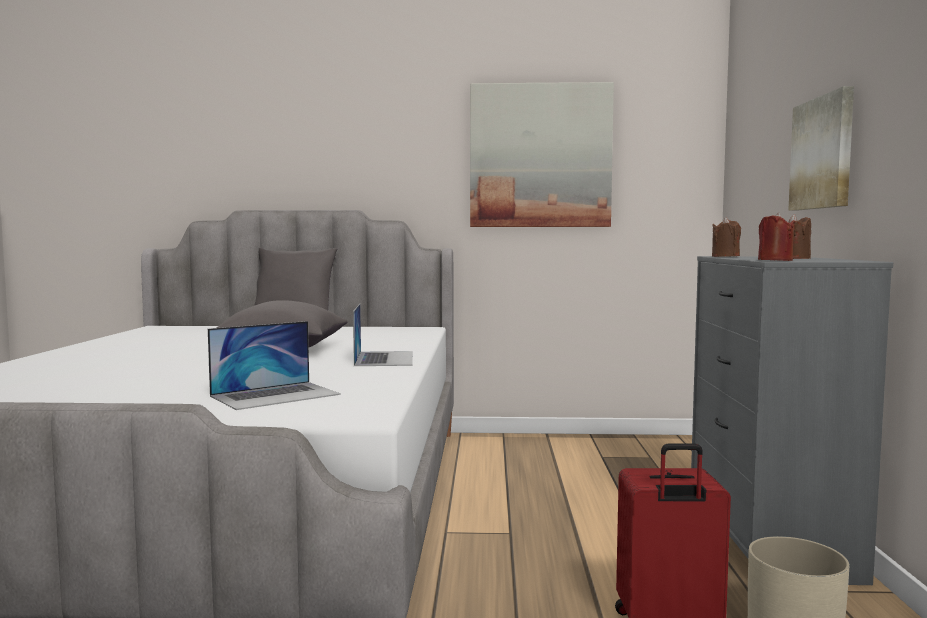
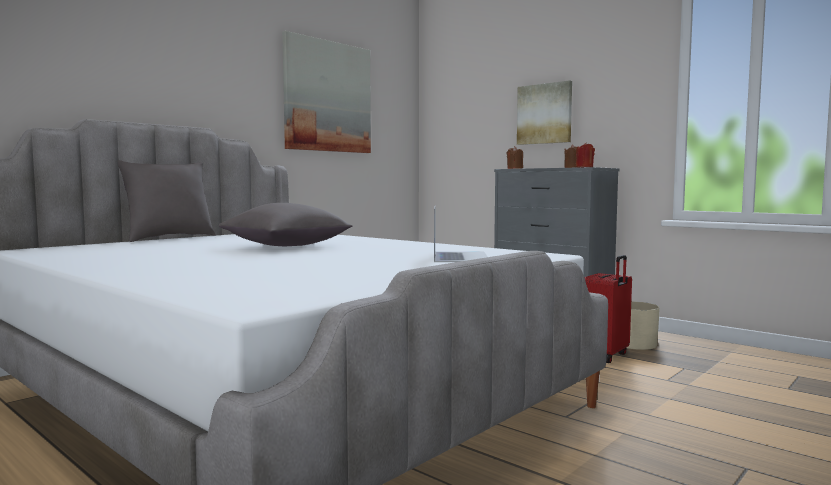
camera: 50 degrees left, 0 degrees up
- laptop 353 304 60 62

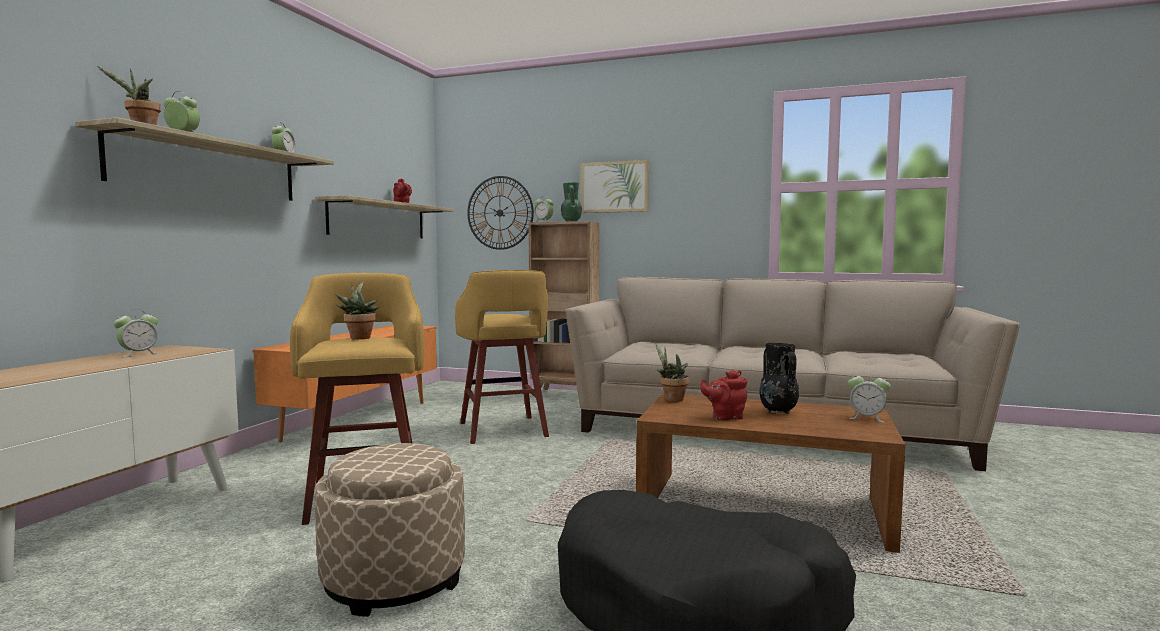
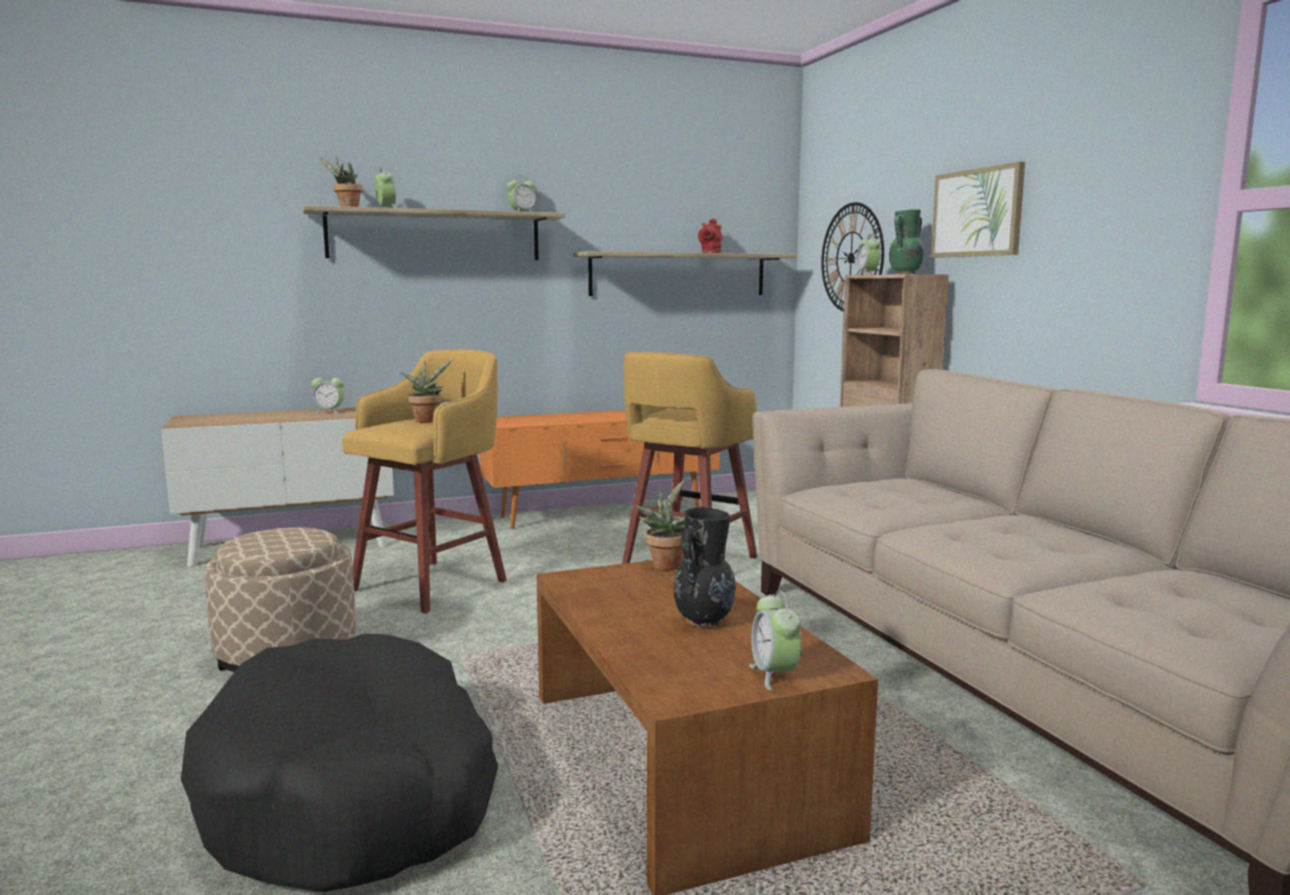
camera: 50 degrees right, 5 degrees up
- red teapot 700 370 47 51

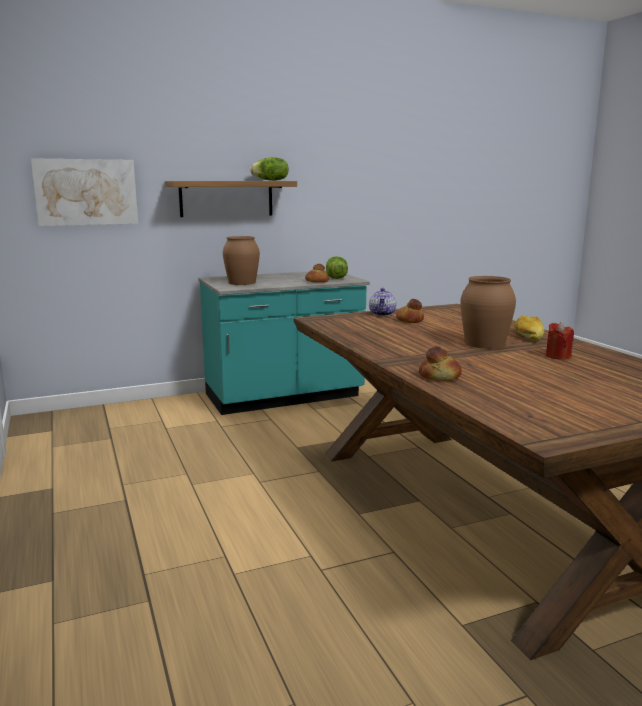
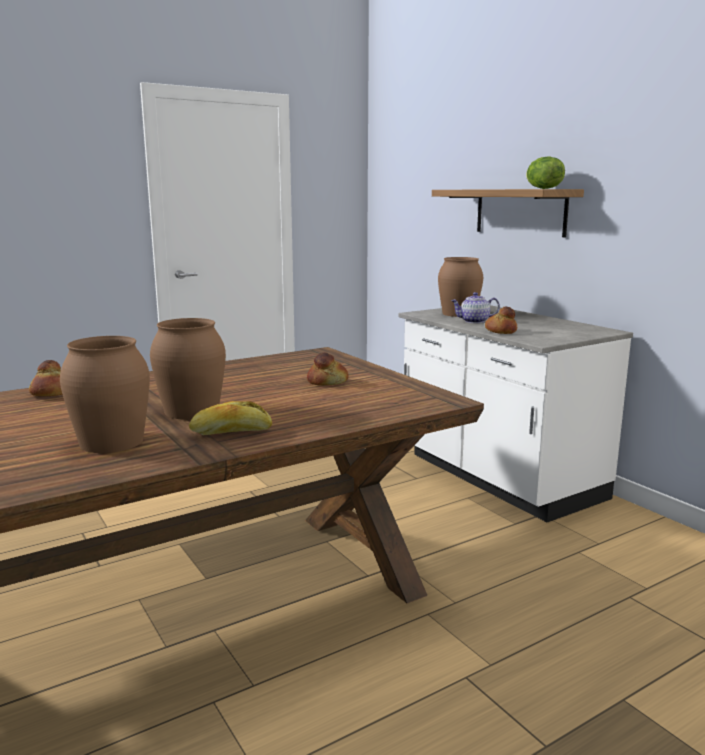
camera: 80 degrees right, 0 degrees up
- picture 31 158 107 68
- lettuce 326 256 22 23
~ turquoise counter 198 270 172 145 to white counter 399 305 234 217
~ teapot 369 288 27 28 to 451 292 49 31
~ red candle 546 322 28 38 to brown vase 60 336 90 117

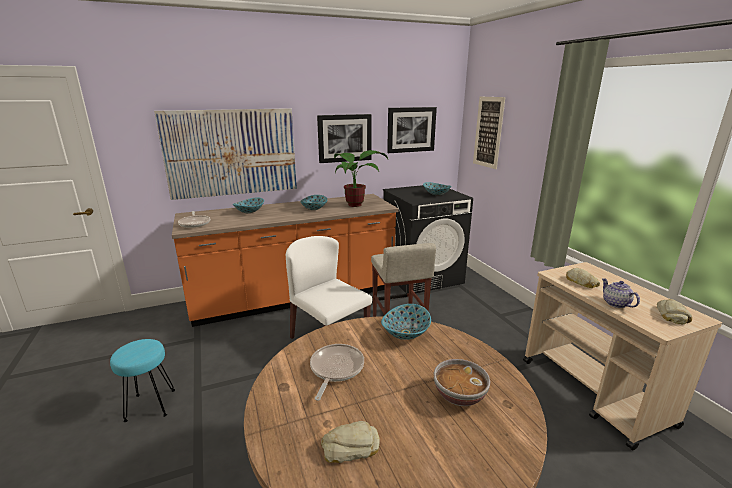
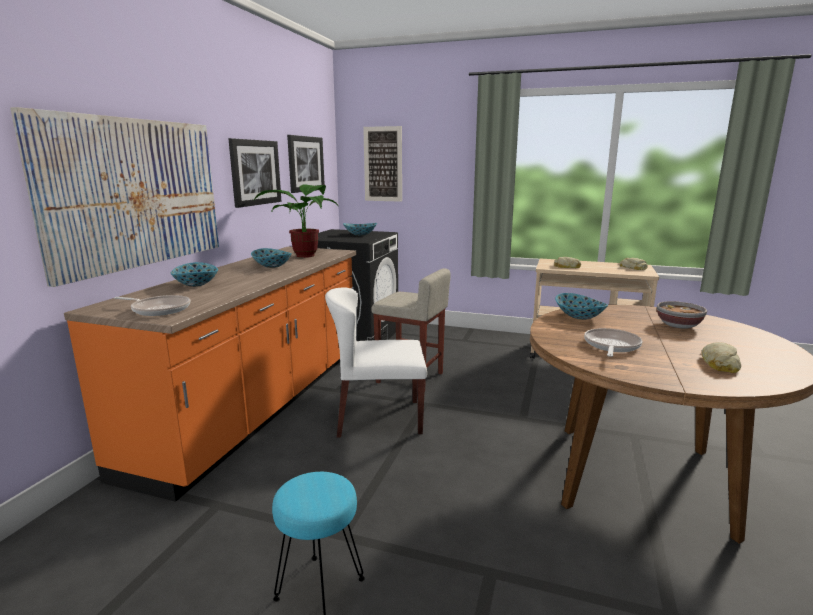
camera: 50 degrees left, 5 degrees down
- teapot 602 278 38 30
~ frying pan 310 344 54 57 = 584 328 59 29 60 degrees clockwise

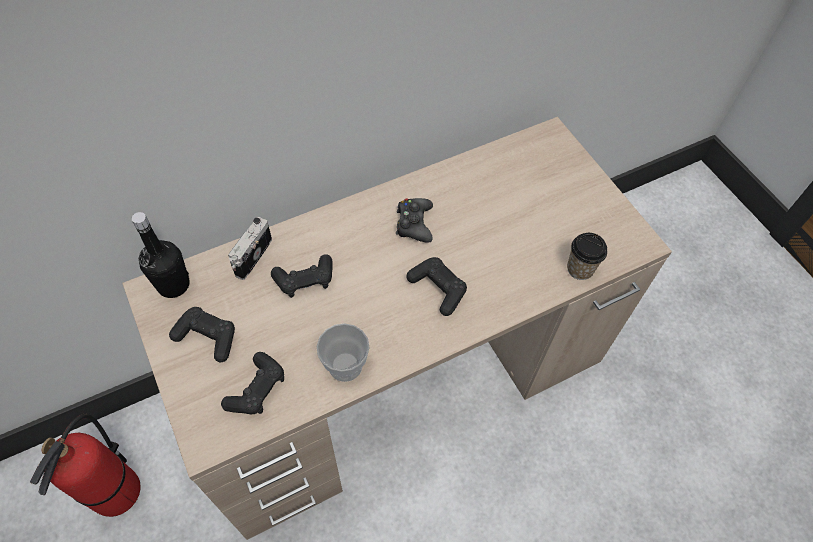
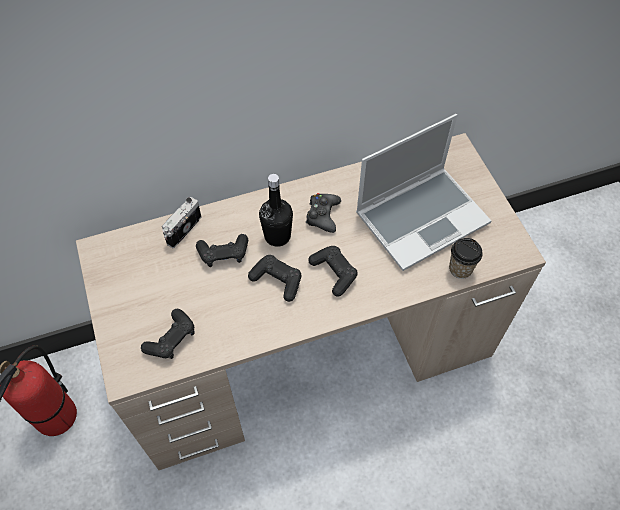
camera: 10 degrees right, 0 degrees up
~ black bottle 132 212 58 86 to 259 174 34 73
~ black game controller 169 307 66 55 to 248 255 53 47
- cup 316 323 54 59
+ laptop 356 114 135 157

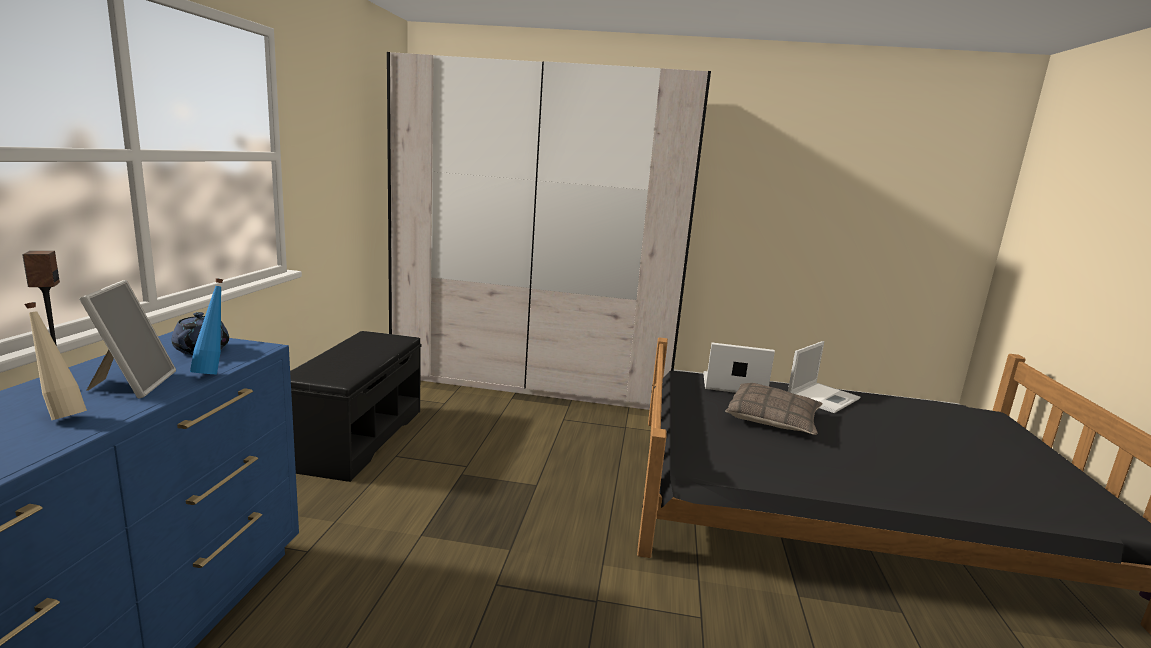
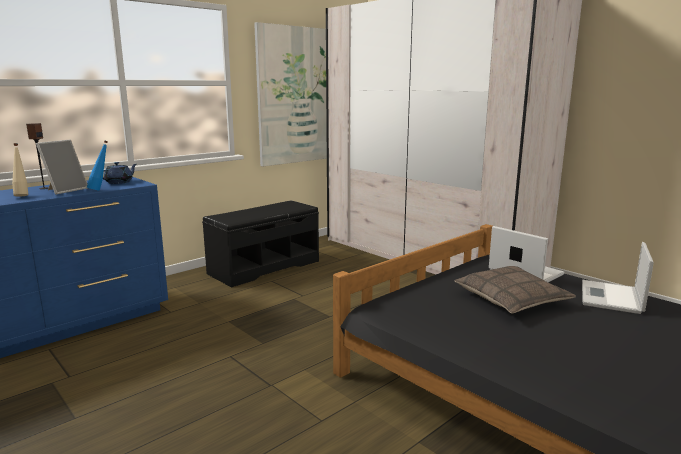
camera: 40 degrees right, 0 degrees up
~ laptop 788 341 72 72 = 582 242 72 72 120 degrees clockwise
+ picture 254 22 73 144

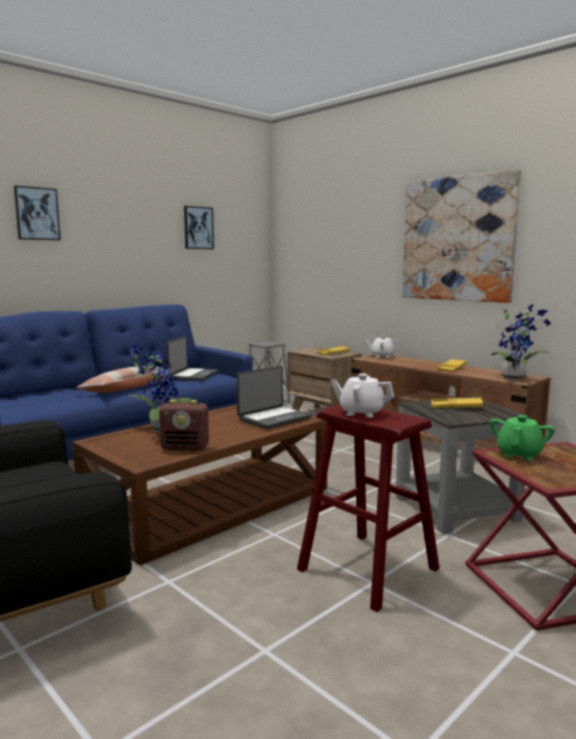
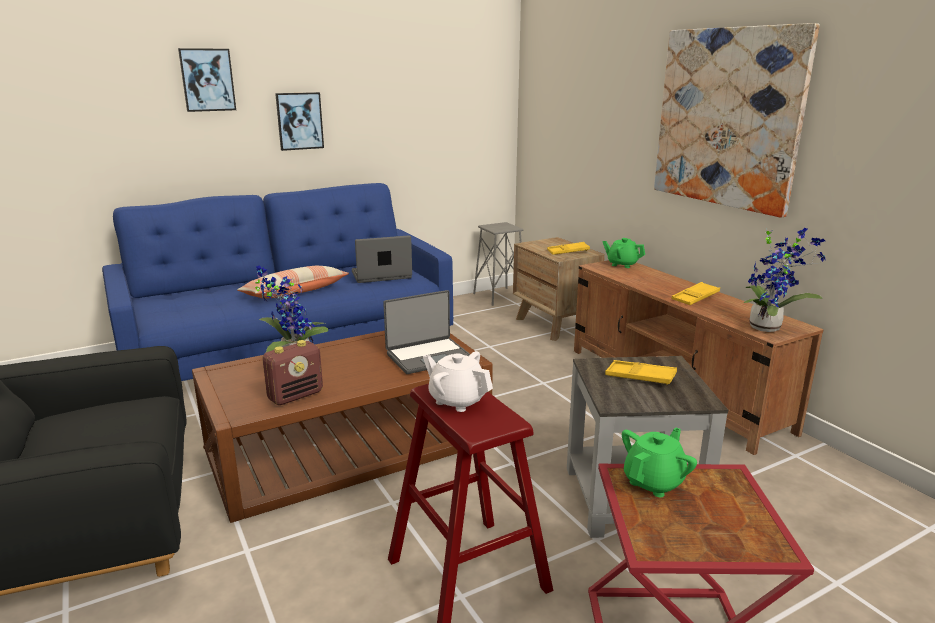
camera: 15 degrees right, 10 degrees up
~ picture 184 206 30 43 to 275 92 49 59
~ laptop 166 336 52 45 = 352 235 60 48 135 degrees counterclockwise
~ white teapot 366 336 34 22 to green teapot 603 238 42 30
~ radio 159 400 50 51 = 262 340 61 65 60 degrees counterclockwise

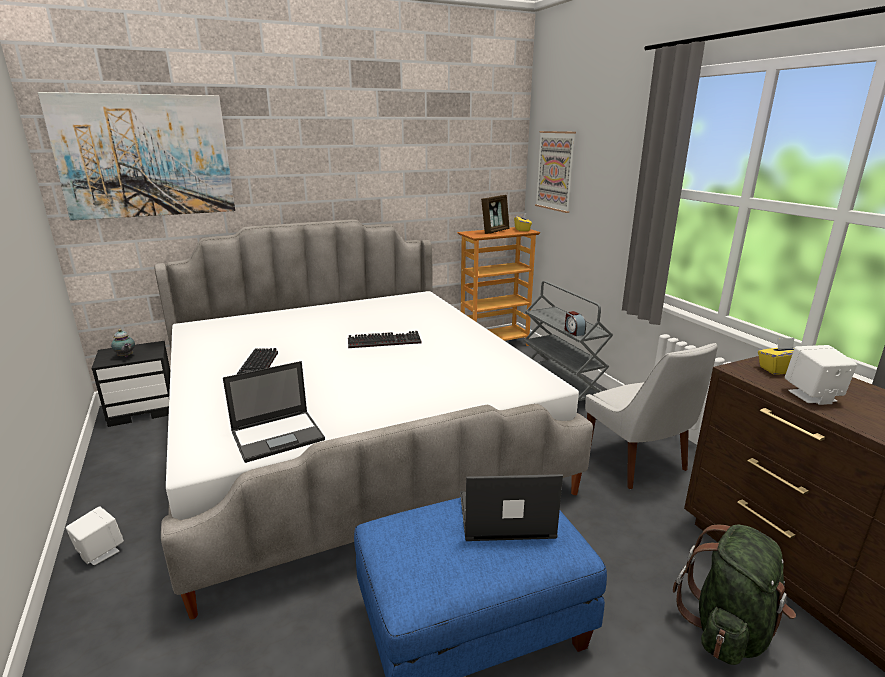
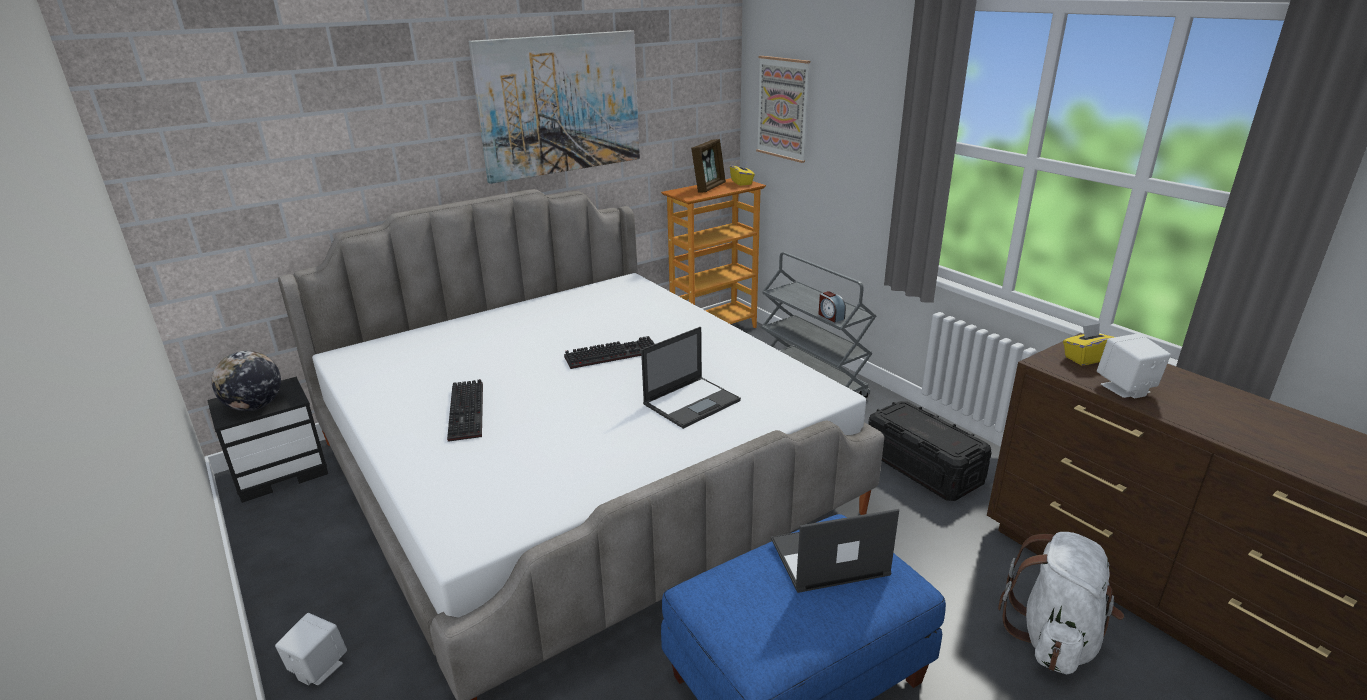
camera: 10 degrees left, 5 degrees up
~ picture 38 92 197 129 to 469 30 171 154
~ teapot 111 329 24 28 to globe 212 351 69 60
~ white chair 585 343 133 146 to black storage box 868 401 124 100
~ laptop 223 361 102 102 to 641 327 100 102
~ green backpack 673 525 123 140 to white backpack 998 532 126 142

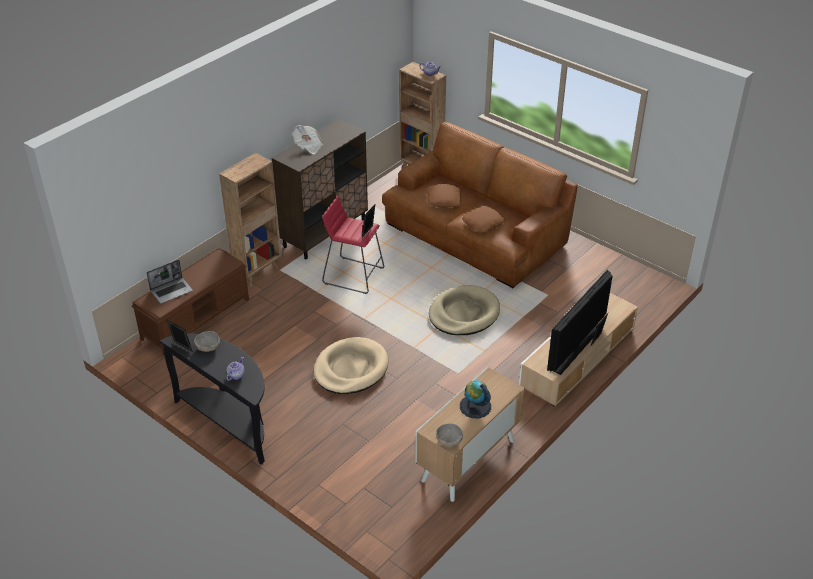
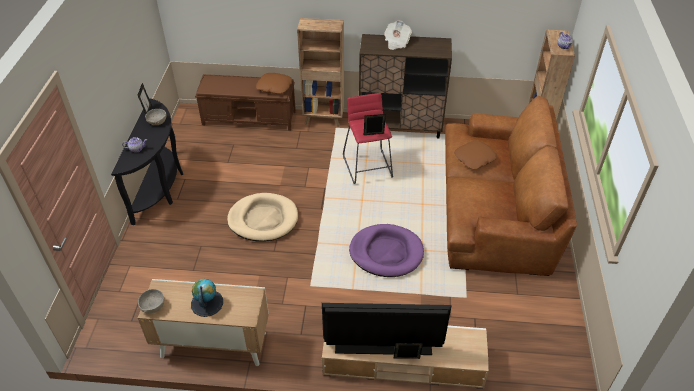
camera: 55 degrees right, 5 degrees up
~ brown pillow 462 206 43 27 to 256 73 37 21
- laptop 146 260 47 44
~ beige dog bed 429 285 71 50 to purple dog bed 349 224 75 53

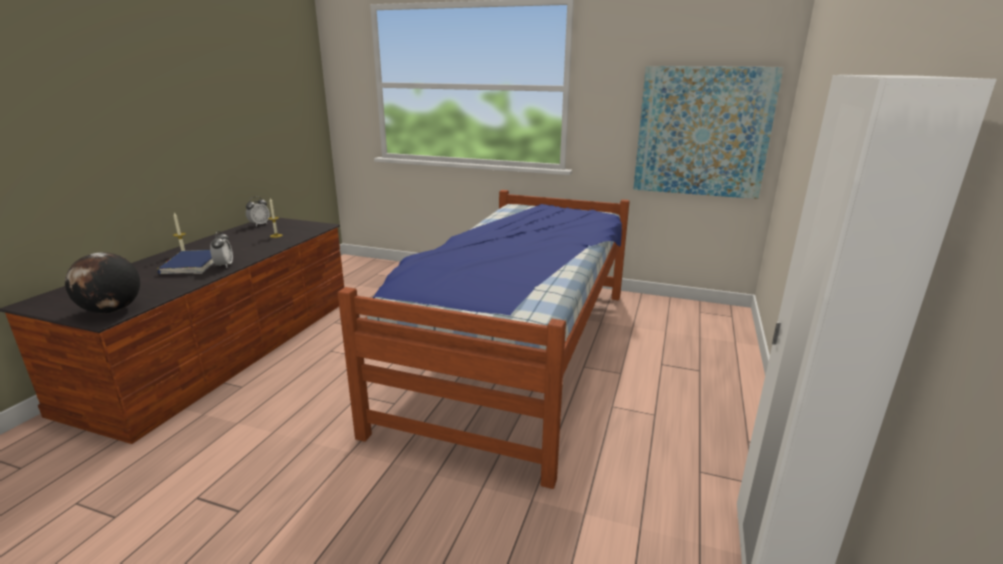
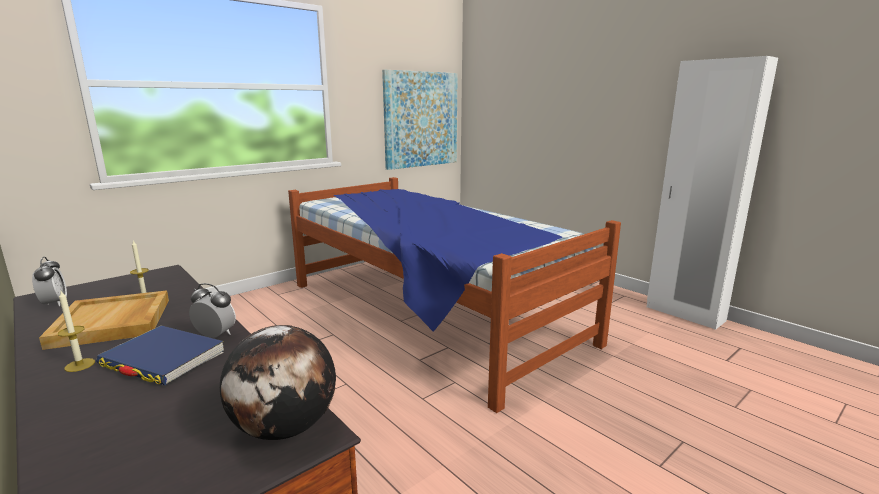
camera: 60 degrees left, 5 degrees down
+ beige tray 39 290 130 60

